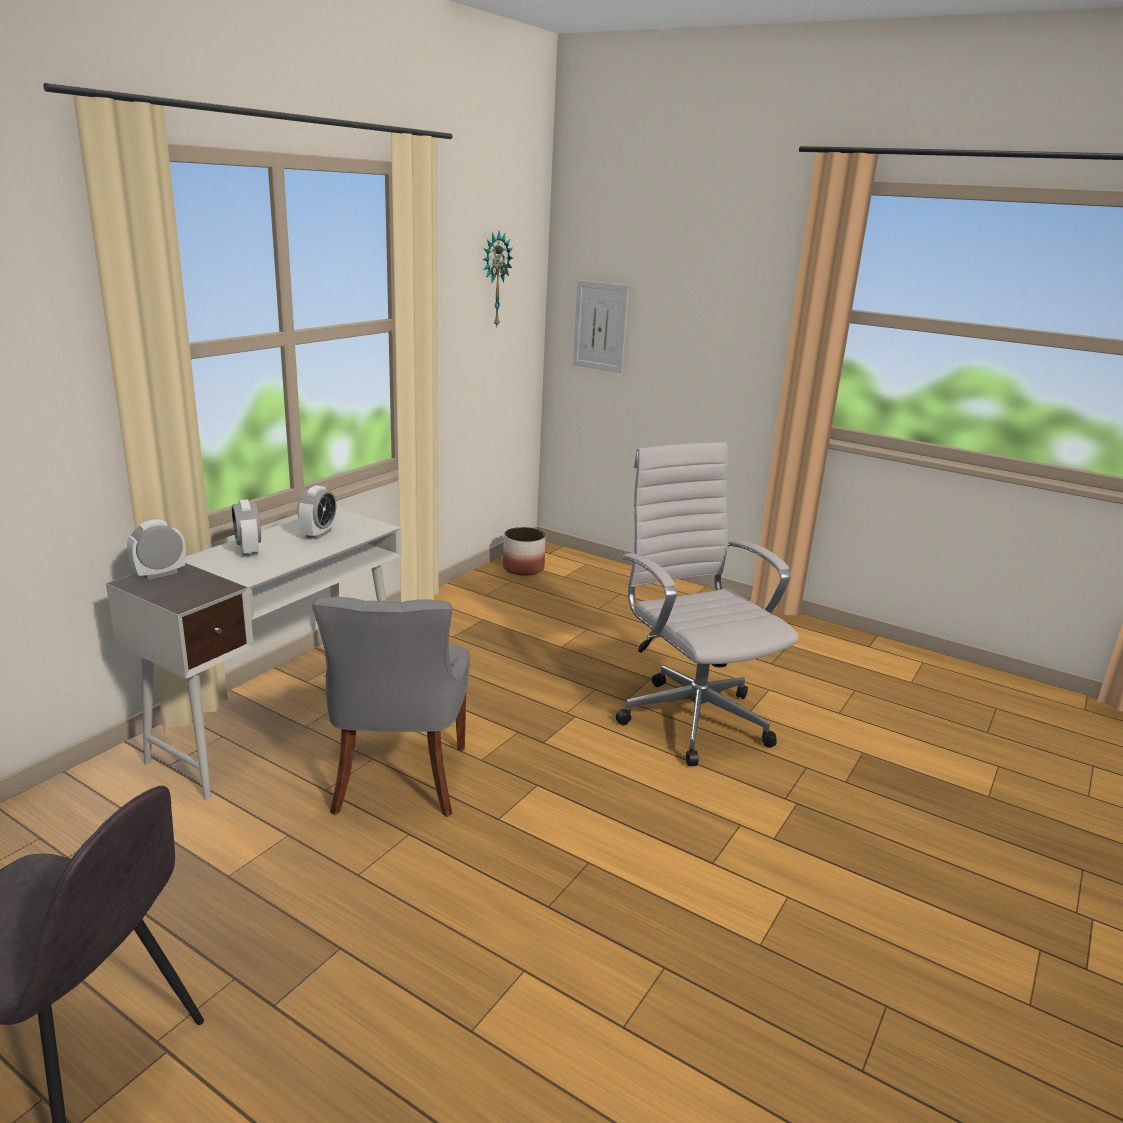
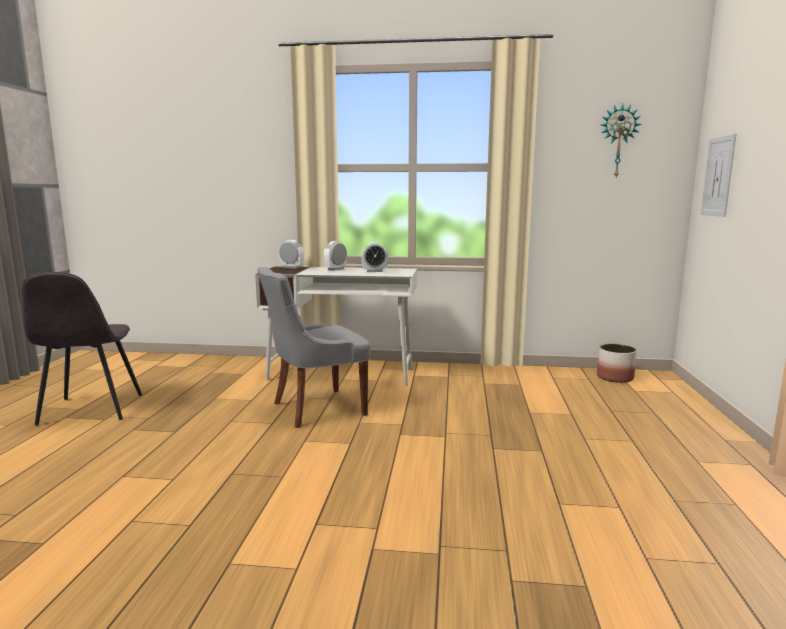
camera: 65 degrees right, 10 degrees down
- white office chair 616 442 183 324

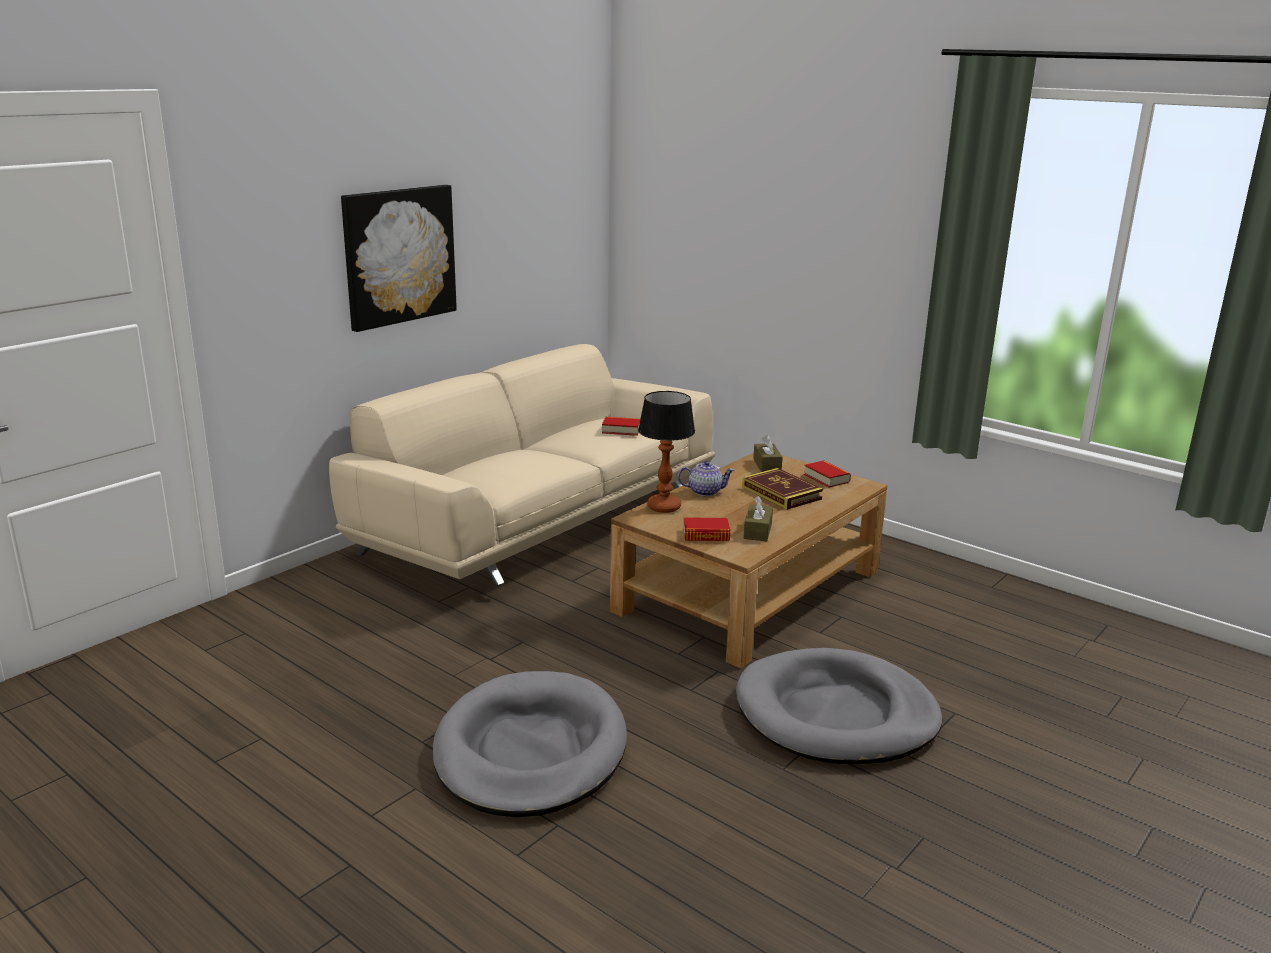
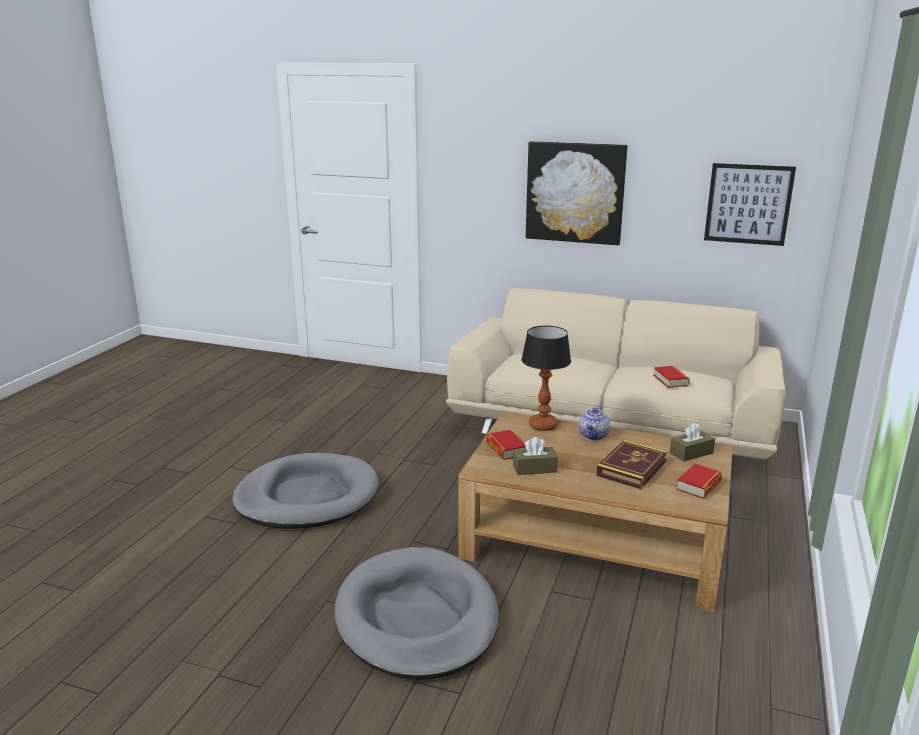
camera: 70 degrees right, 0 degrees up
~ teapot 678 461 56 35 = 579 405 31 35 45 degrees clockwise
+ picture 704 163 92 83

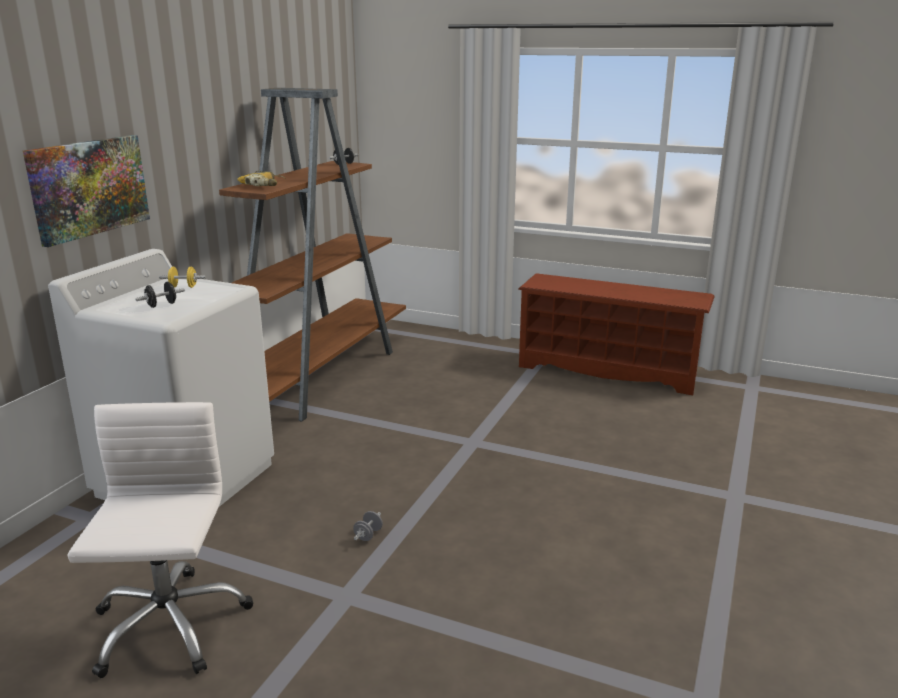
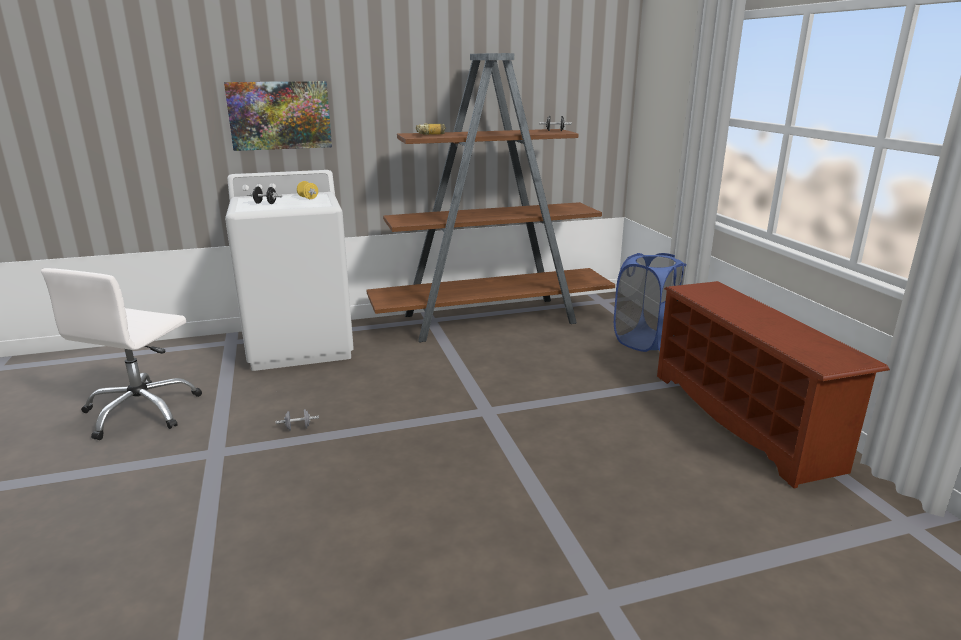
camera: 50 degrees right, 0 degrees up
~ white office chair 67 402 186 276 = 41 268 161 172 150 degrees clockwise
+ blue laundry basket 614 253 72 99

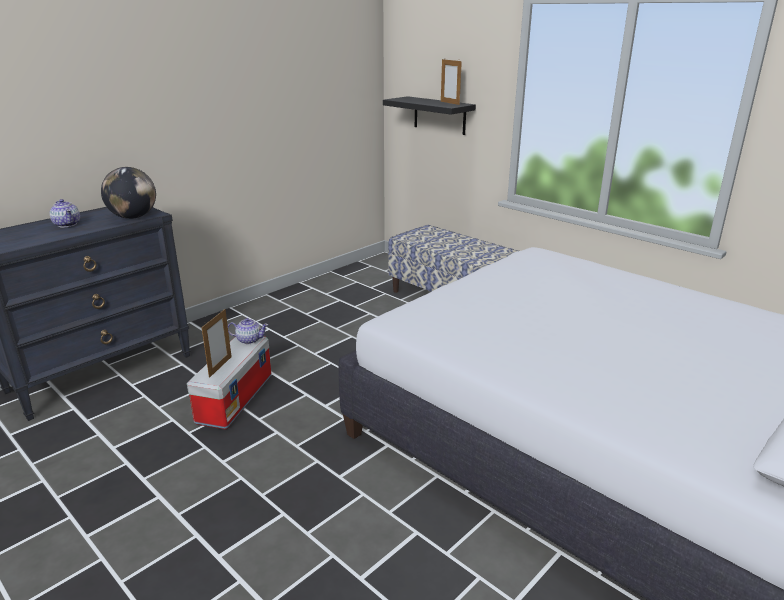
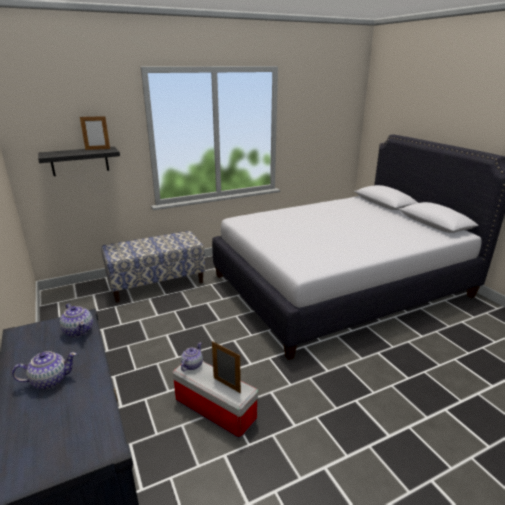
camera: 70 degrees left, 0 degrees up
~ globe 101 167 55 52 to teapot 60 303 33 34

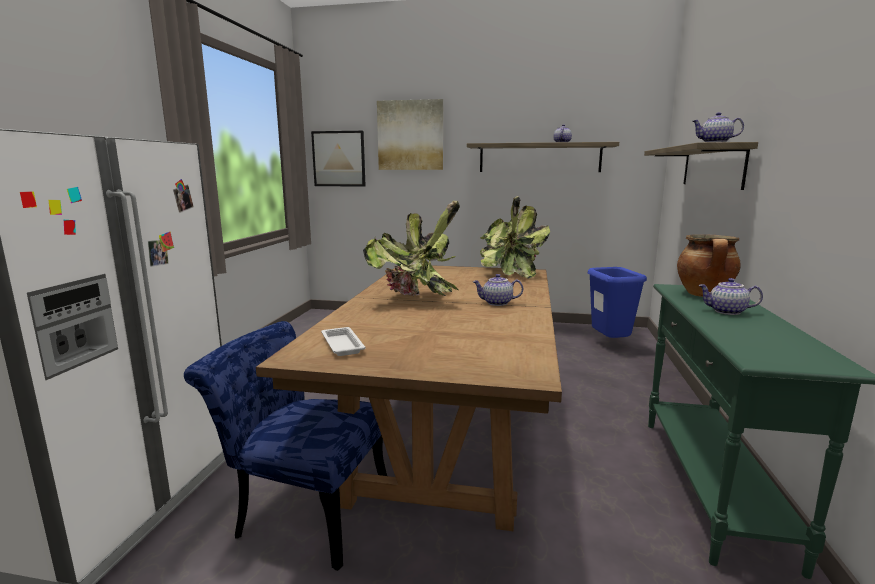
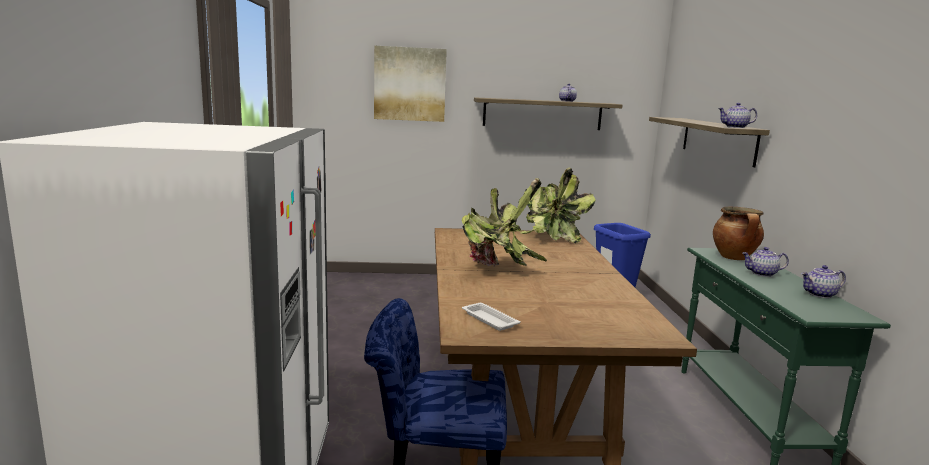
camera: 15 degrees left, 0 degrees up
- picture 311 131 55 56
~ teapot 473 274 50 32 to 801 265 45 33

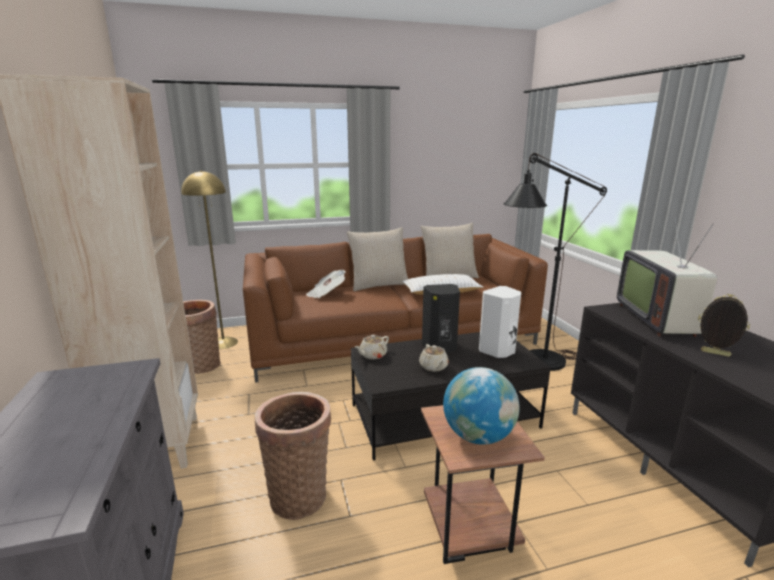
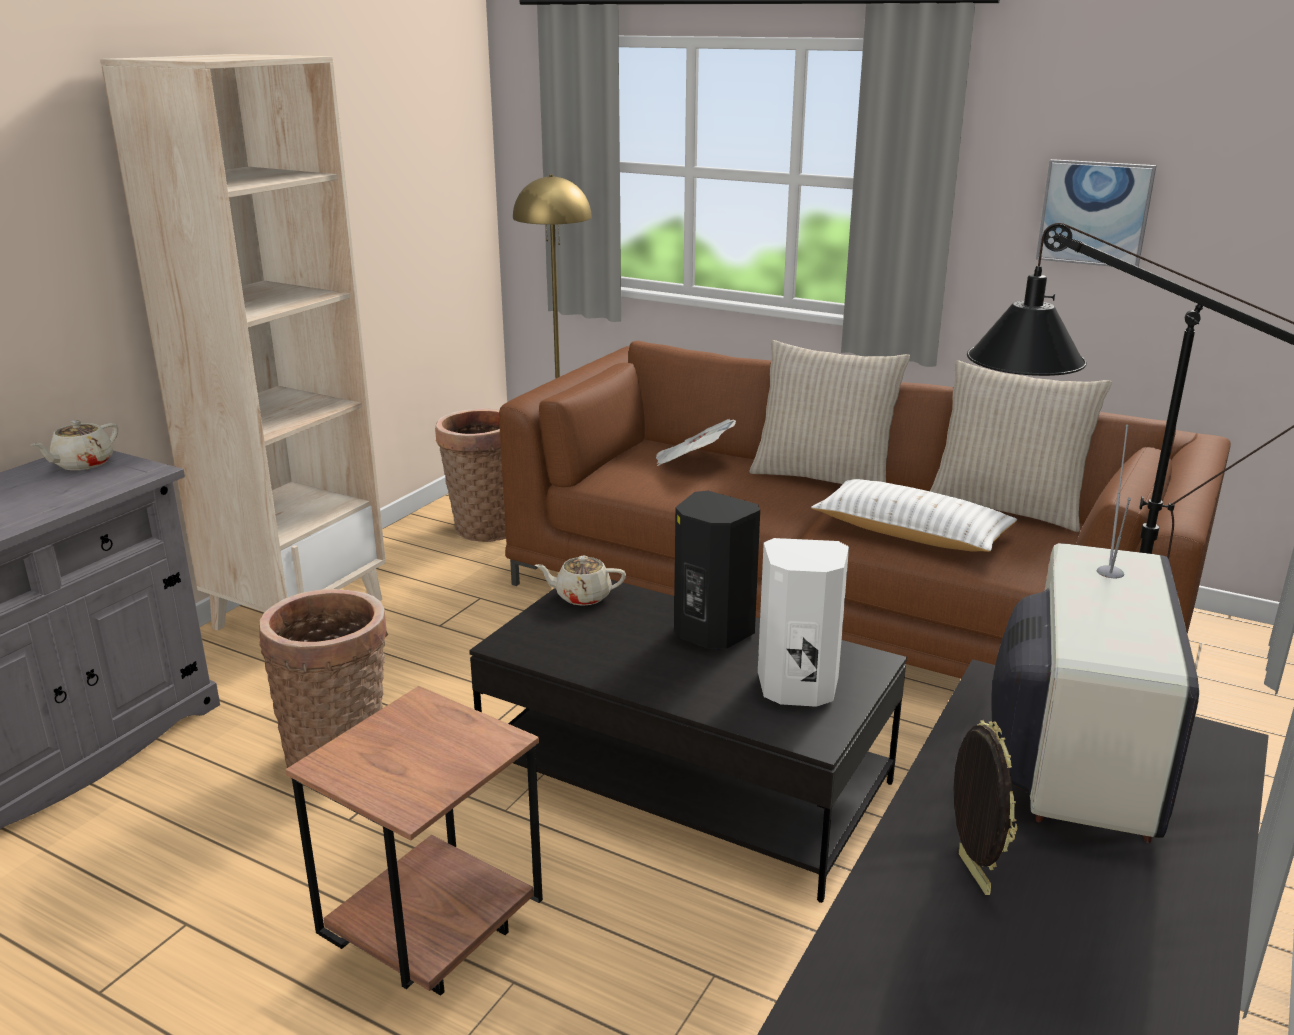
camera: 45 degrees right, 5 degrees up
~ television 617 217 100 120 = 992 425 207 418 150 degrees clockwise
~ beige teapot 419 344 30 28 to 31 420 87 50
- globe 443 367 77 78
+ picture 1036 159 121 108

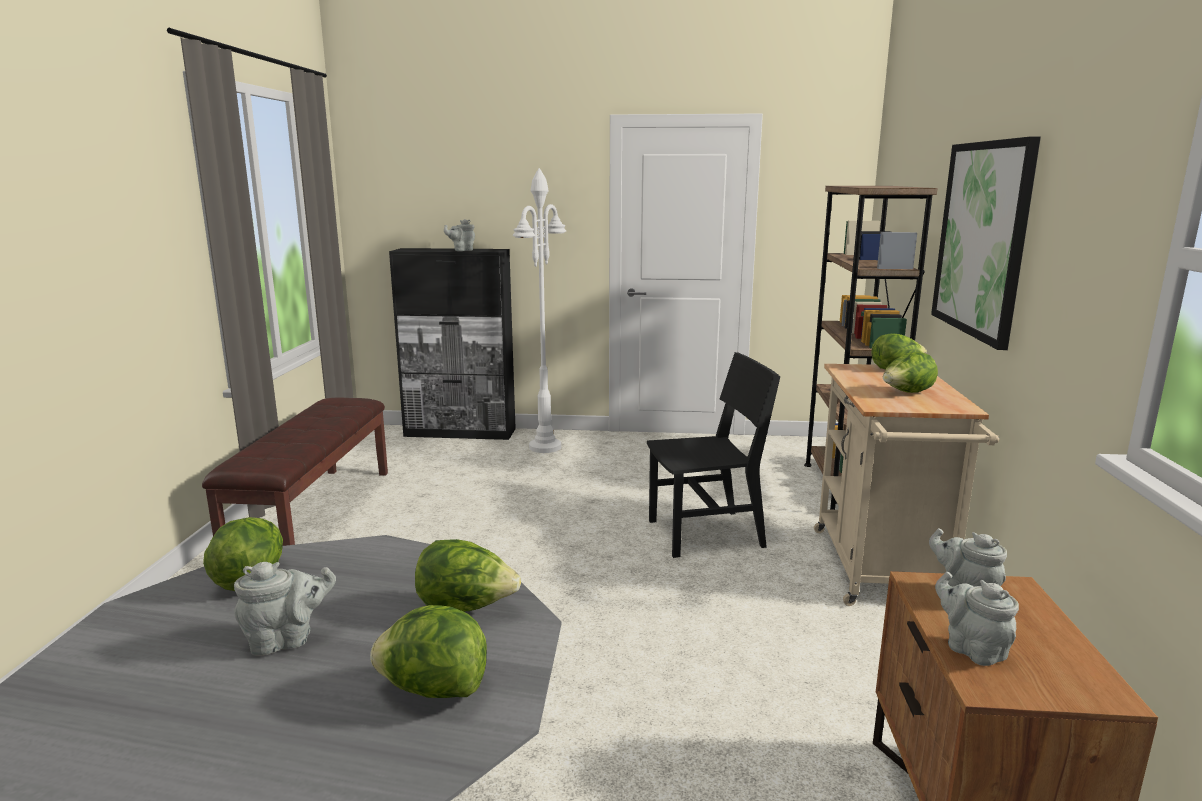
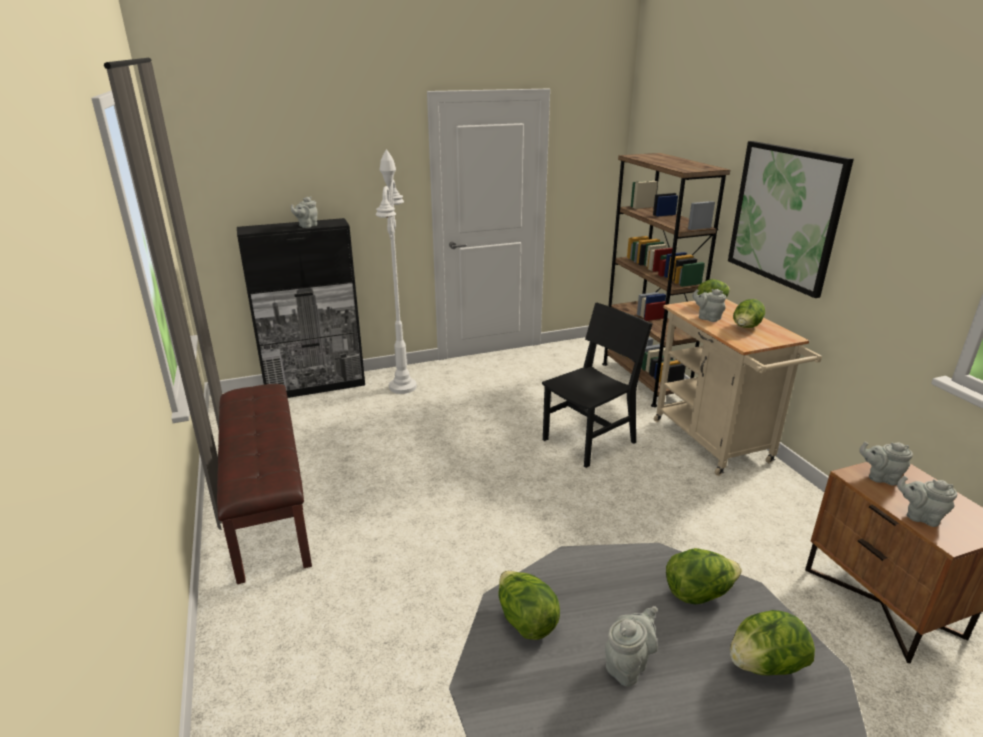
camera: 25 degrees left, 10 degrees up
+ grey teapot 692 289 34 33

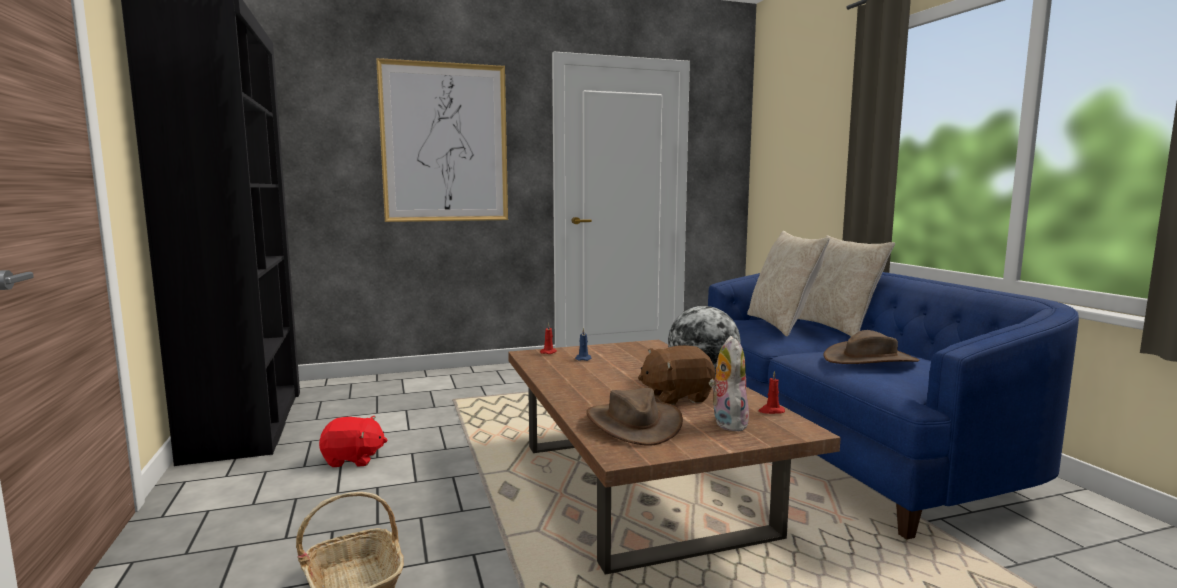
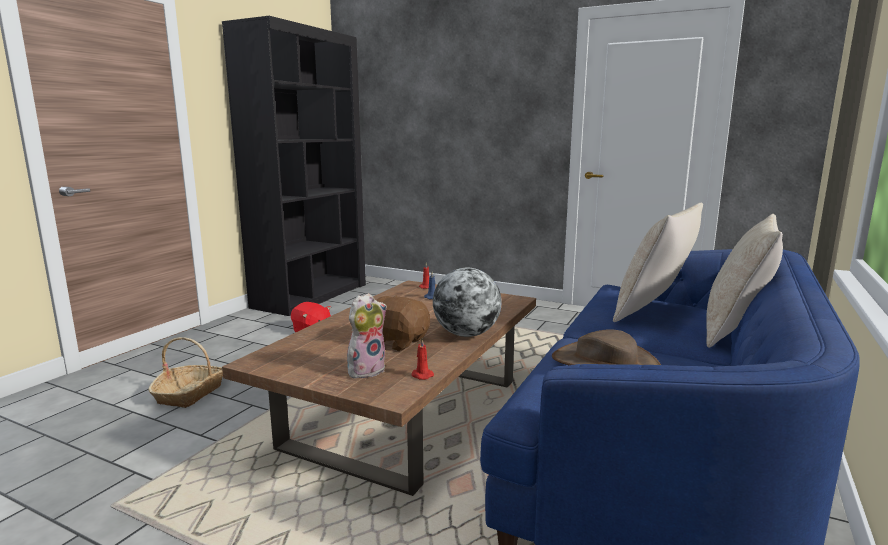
camera: 45 degrees right, 5 degrees up
- picture 376 58 132 164
- brown hat 586 388 97 58

